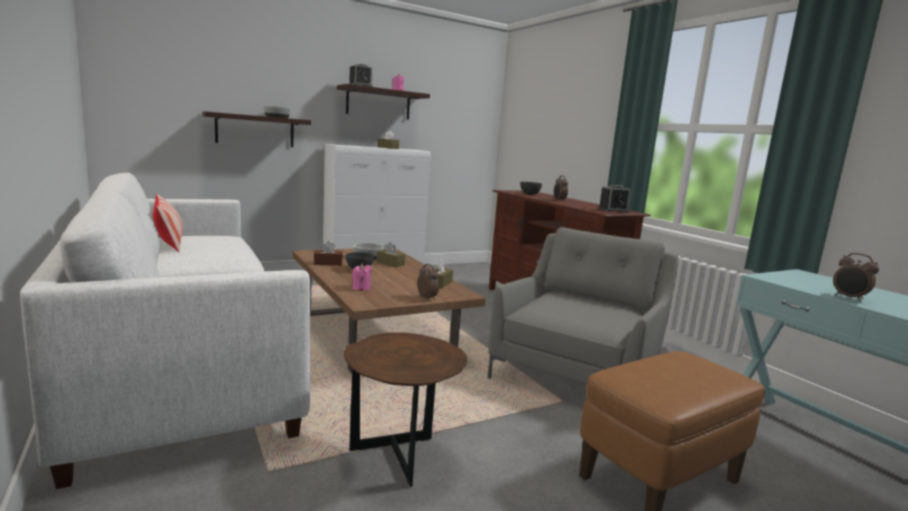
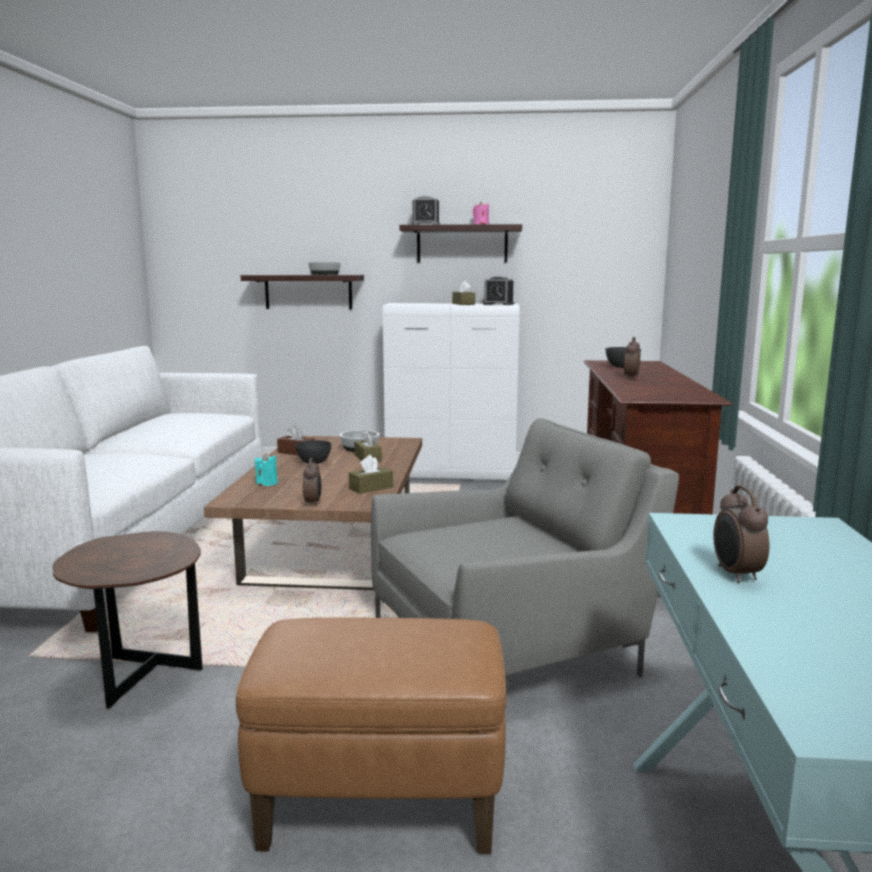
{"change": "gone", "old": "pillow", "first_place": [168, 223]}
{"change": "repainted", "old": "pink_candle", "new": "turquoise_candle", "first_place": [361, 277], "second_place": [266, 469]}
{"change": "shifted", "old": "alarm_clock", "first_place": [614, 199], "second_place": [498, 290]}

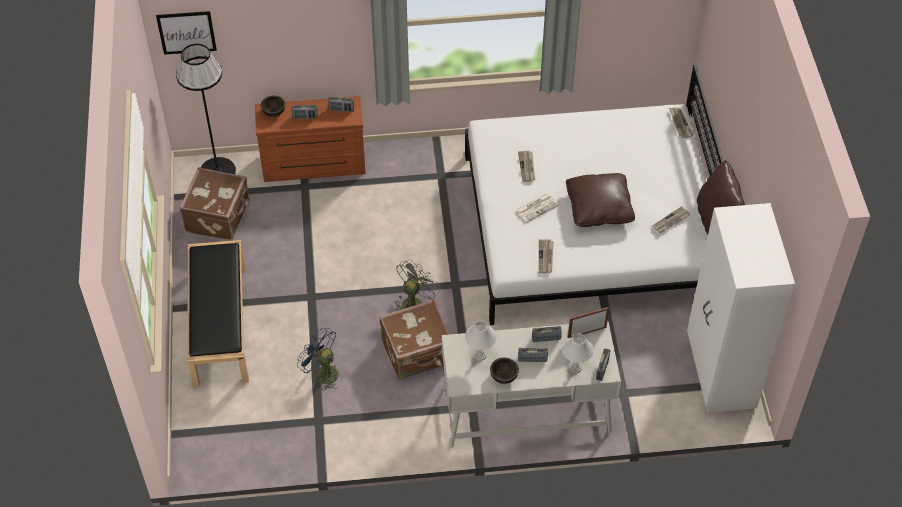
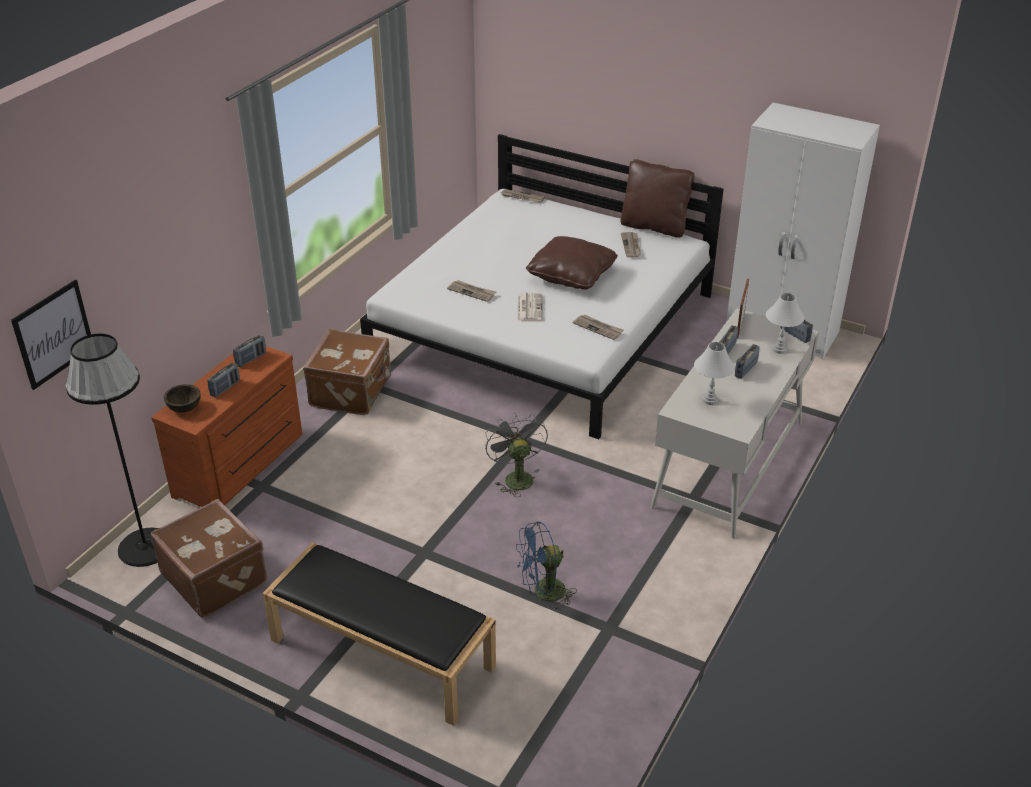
{"change": "shifted", "old": "brown_suitcase", "first_place": [414, 340], "second_place": [347, 372]}
{"change": "gone", "old": "brown_bowl", "first_place": [504, 370]}

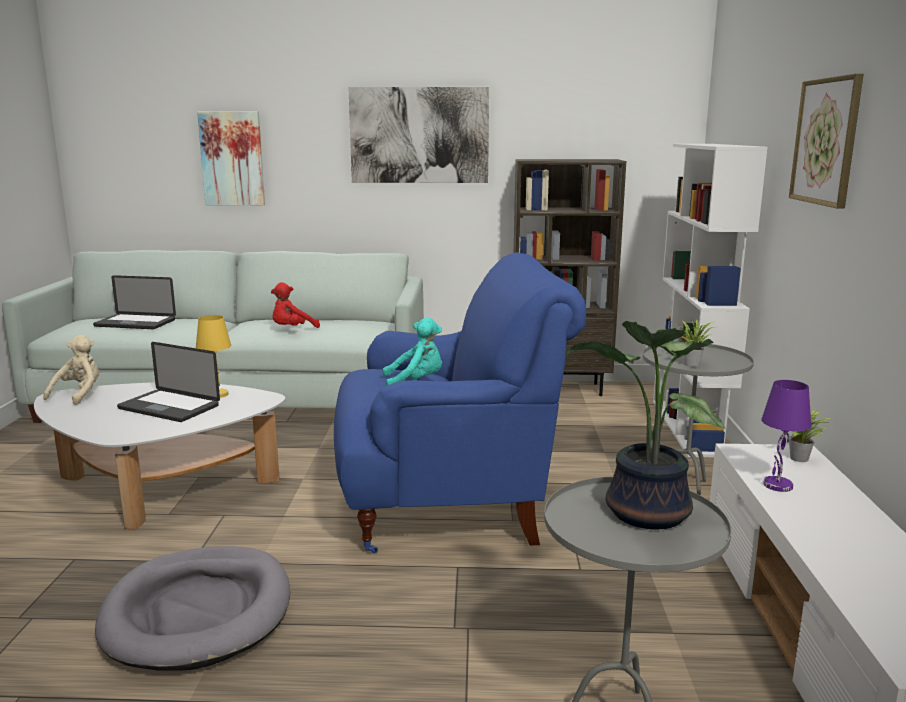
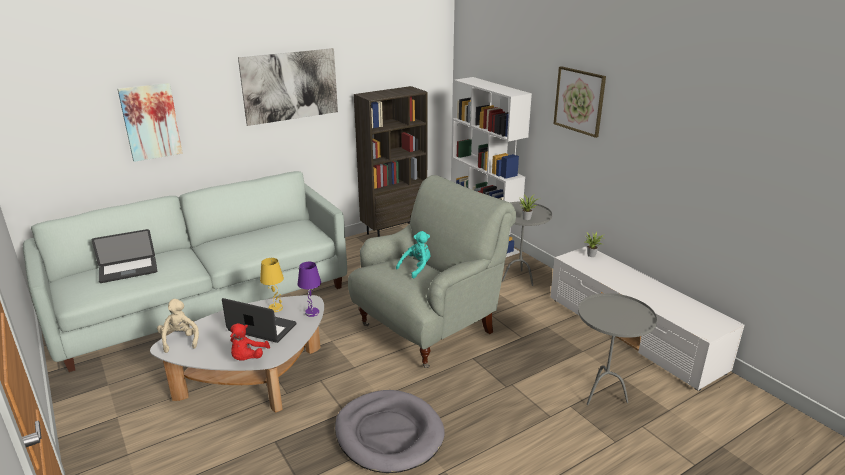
{"change": "rotated", "old": "laptop", "first_place": [168, 382], "second_place": [259, 320], "degrees": -150}
{"change": "shifted", "old": "red_plush_toy", "first_place": [295, 305], "second_place": [250, 341]}
{"change": "repainted", "old": "blue_armchair", "new": "grey_armchair", "first_place": [460, 403], "second_place": [432, 271]}
{"change": "gone", "old": "potted_plant", "first_place": [646, 425]}
{"change": "shifted", "old": "purple_table_lamp", "first_place": [786, 436], "second_place": [309, 289]}

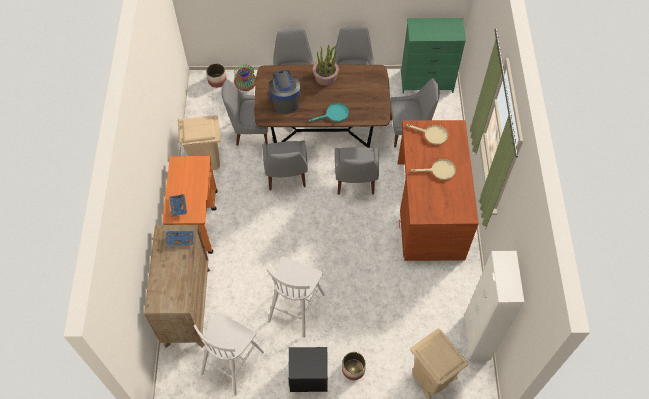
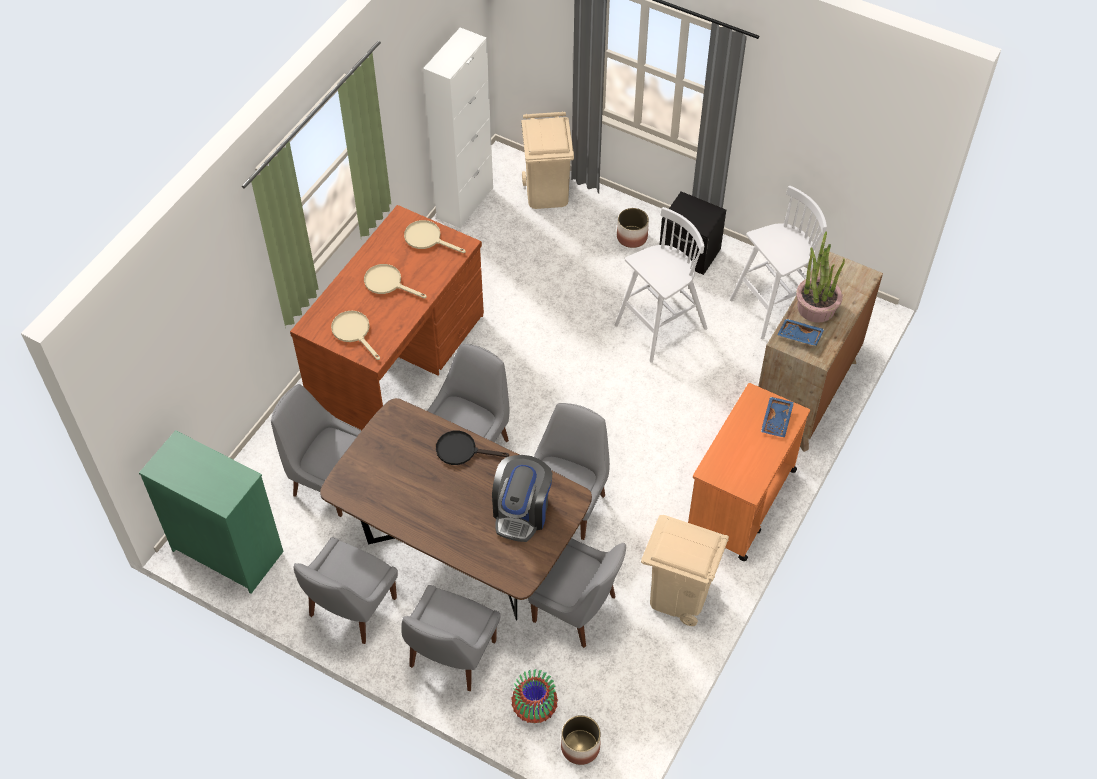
{"change": "repainted", "old": "turquoise_frying_pan", "new": "black_frying_pan", "first_place": [329, 112], "second_place": [472, 448]}
{"change": "shifted", "old": "potted_plant", "first_place": [325, 65], "second_place": [820, 277]}
{"change": "new", "new": "beige_frying_pan", "second_place": [435, 236]}

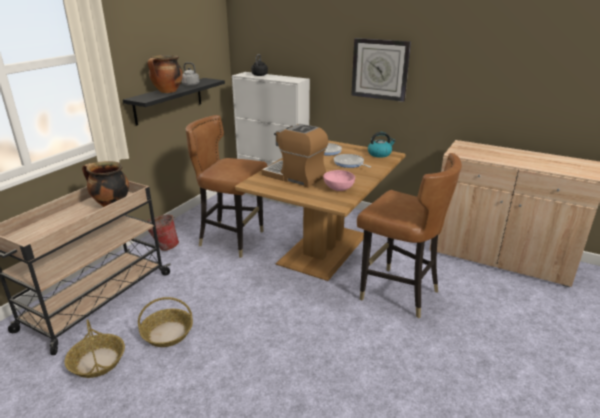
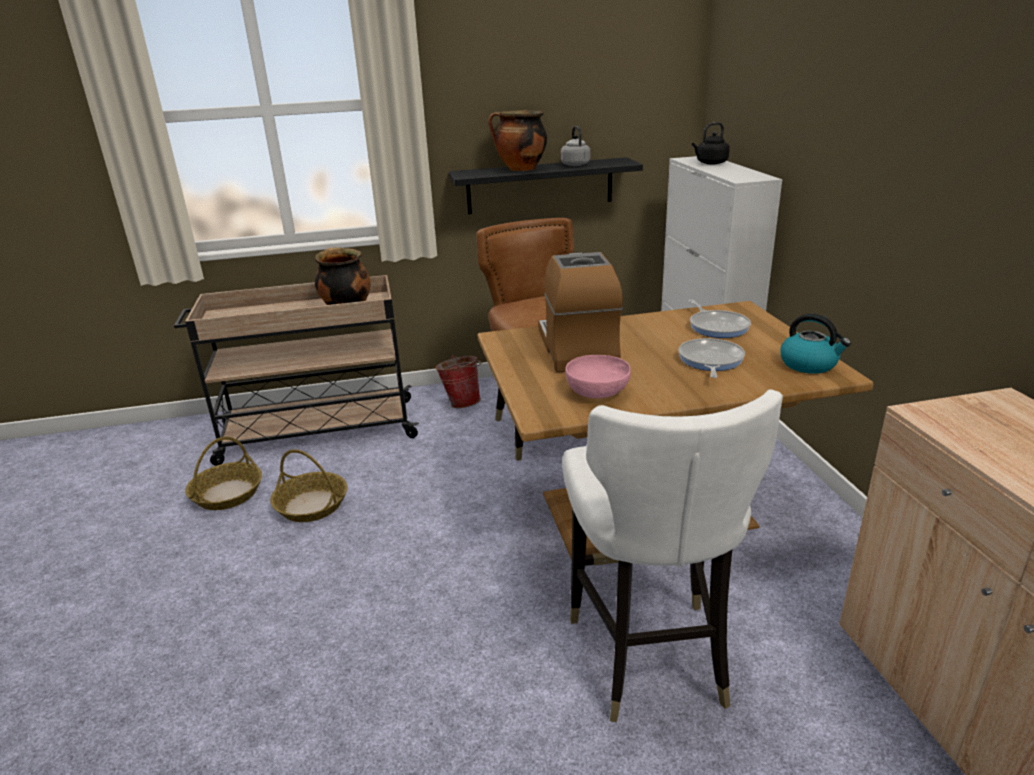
{"change": "gone", "old": "wall_clock", "first_place": [381, 70]}
{"change": "repainted", "old": "brown_chair", "new": "white_chair", "first_place": [409, 235], "second_place": [672, 556]}

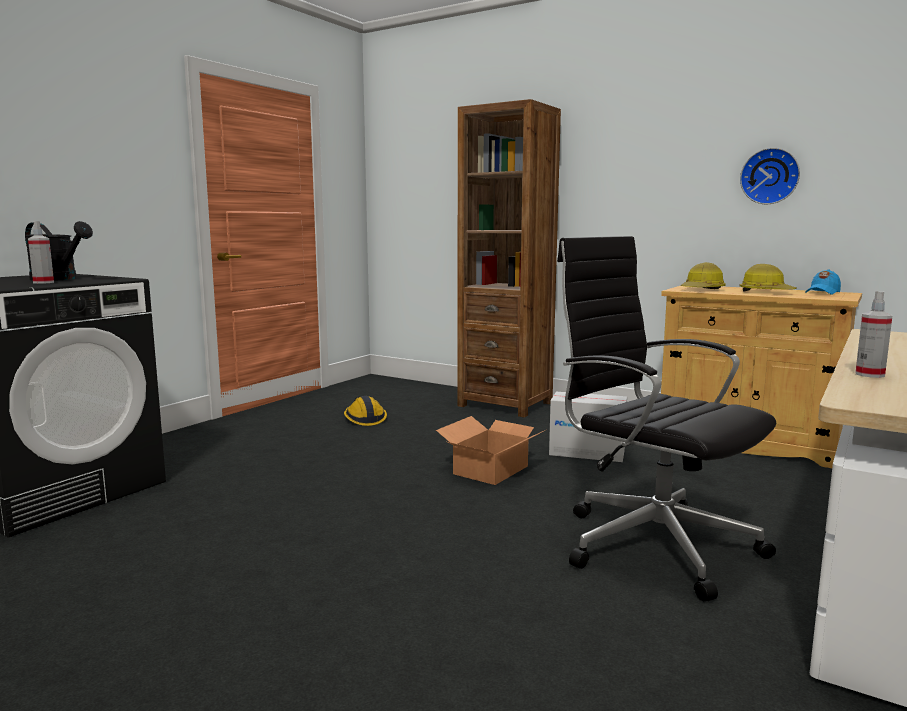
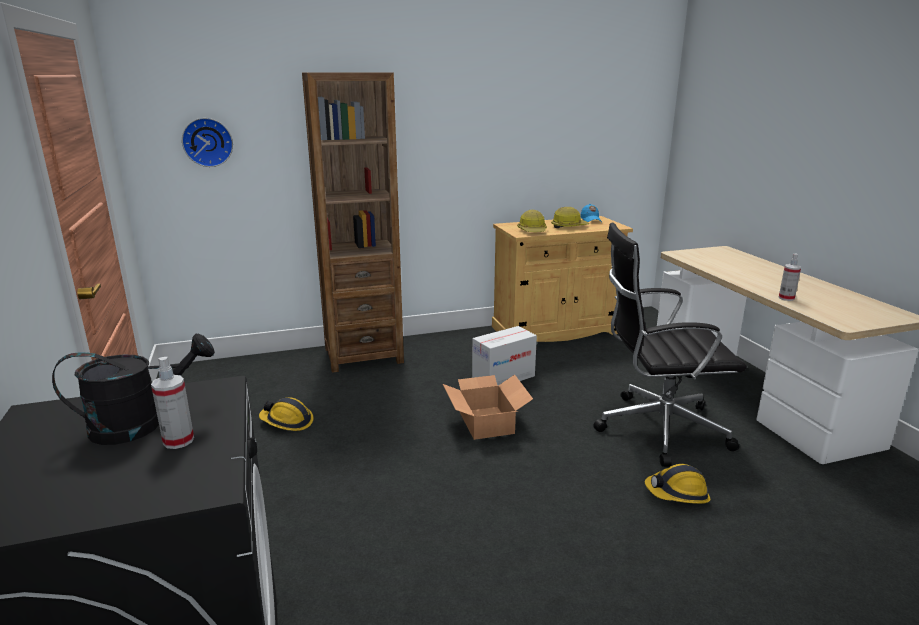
{"change": "shifted", "old": "wall_clock", "first_place": [770, 176], "second_place": [207, 142]}
{"change": "new", "new": "hard_hat", "second_place": [678, 484]}

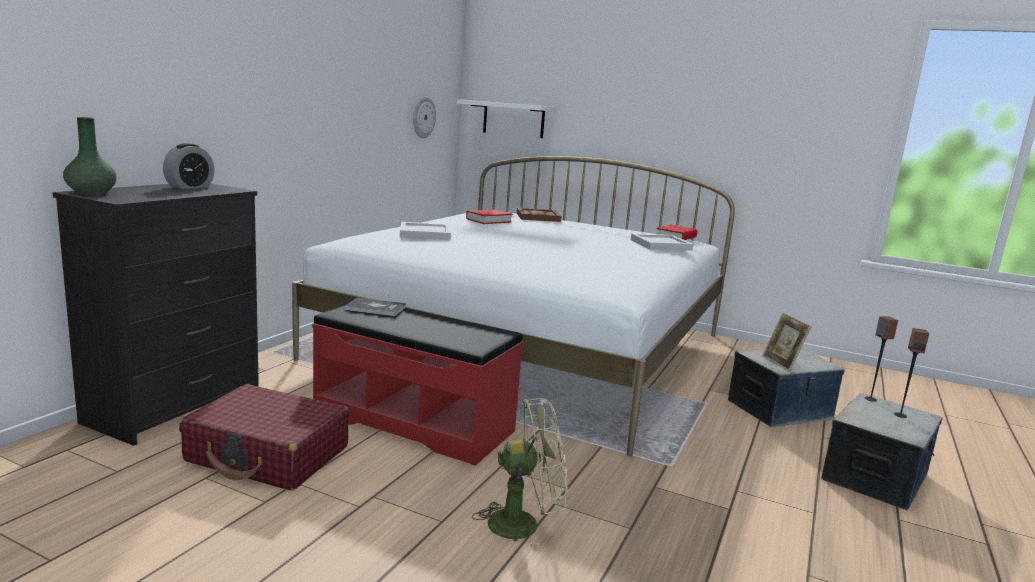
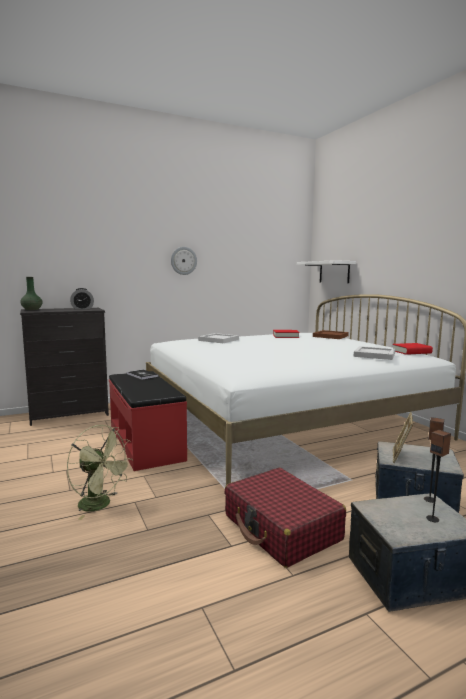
{"change": "shifted", "old": "red_suitcase", "first_place": [264, 437], "second_place": [285, 518]}
{"change": "shifted", "old": "wall_clock", "first_place": [424, 117], "second_place": [184, 261]}

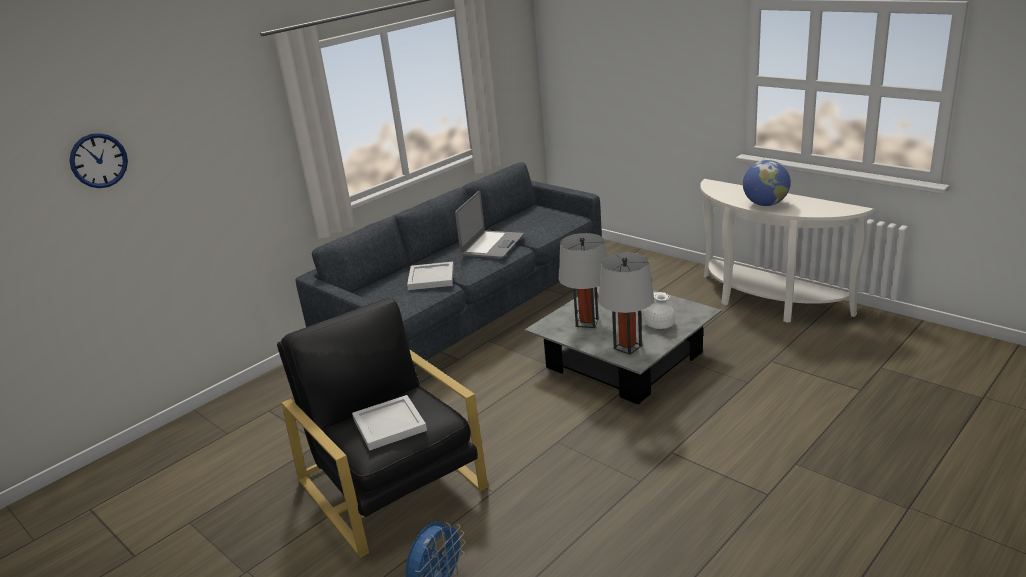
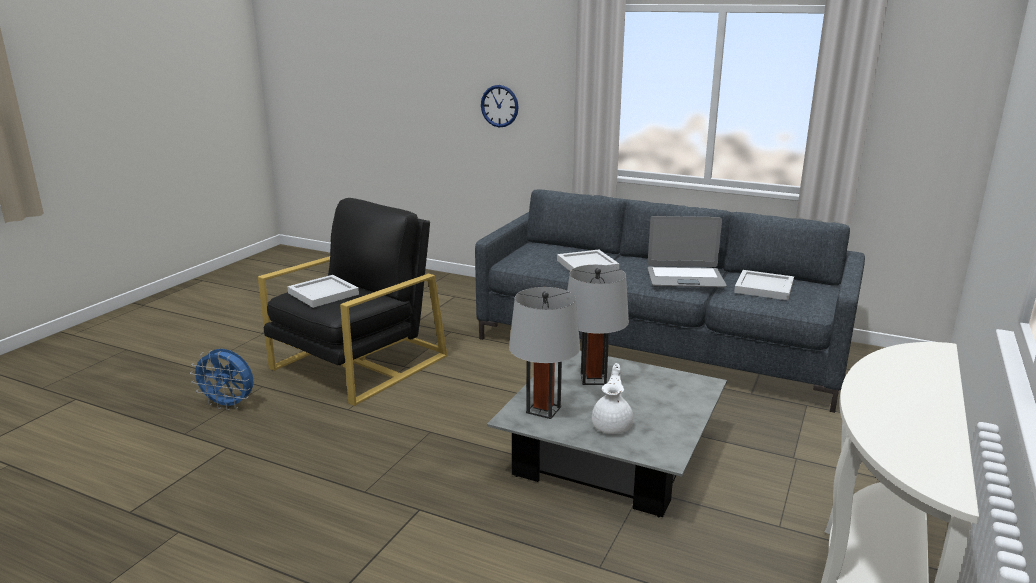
{"change": "shifted", "old": "wall_clock", "first_place": [99, 160], "second_place": [500, 106]}
{"change": "gone", "old": "globe", "first_place": [767, 183]}
{"change": "new", "new": "white_tray", "second_place": [764, 285]}

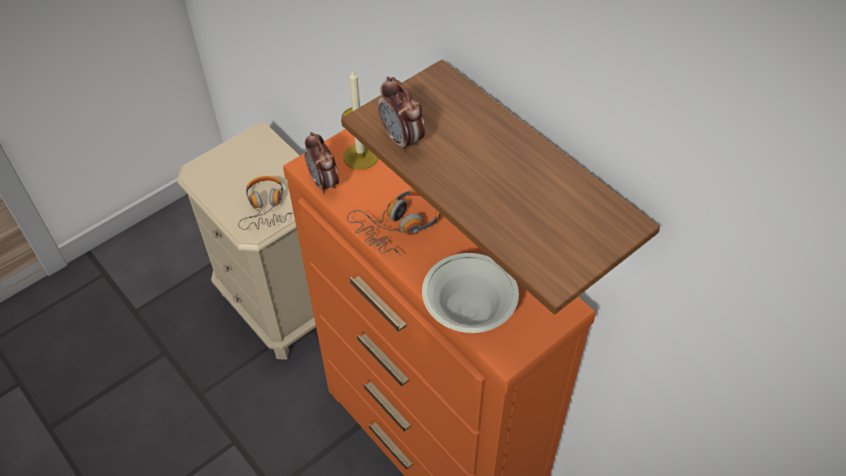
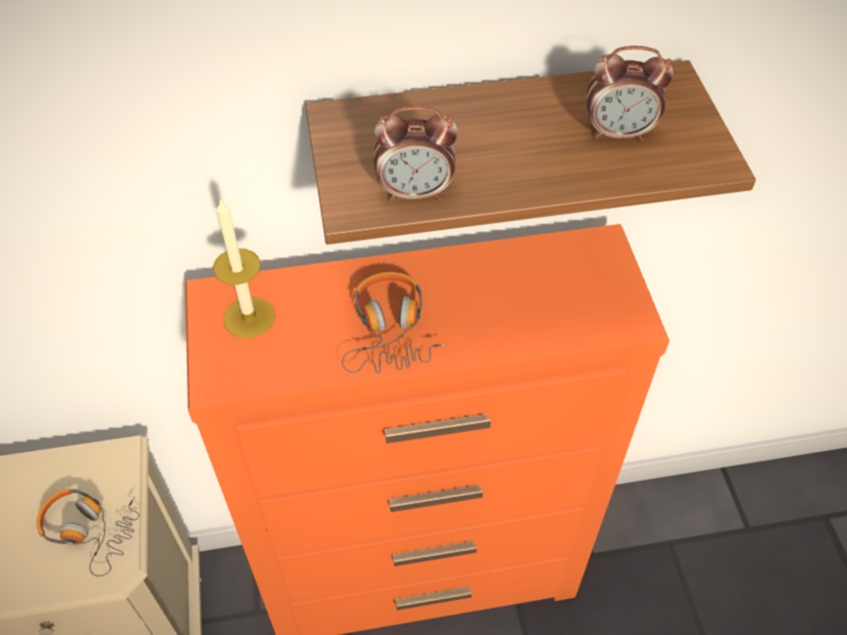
{"change": "shifted", "old": "alarm_clock", "first_place": [321, 163], "second_place": [630, 93]}
{"change": "gone", "old": "white_bowl", "first_place": [470, 293]}

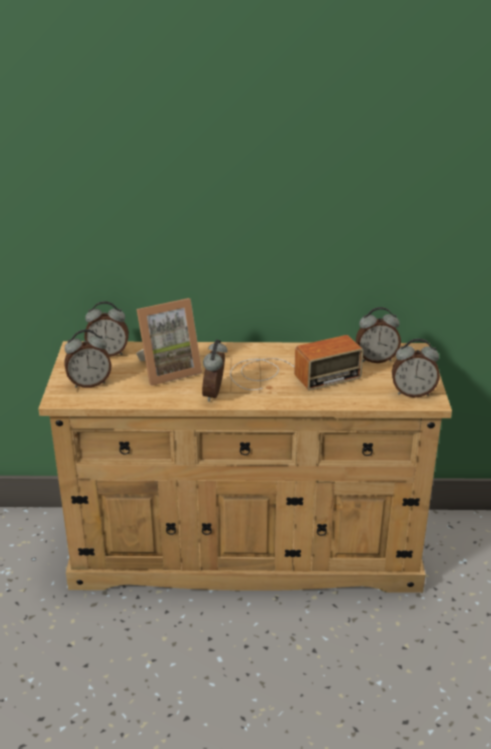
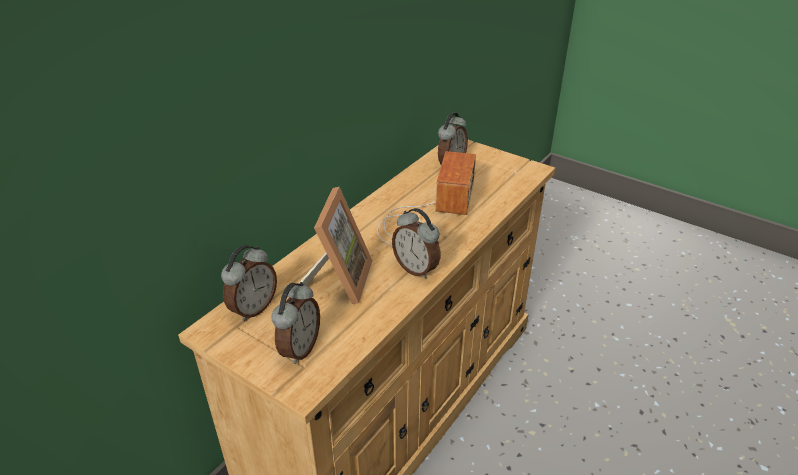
{"change": "gone", "old": "alarm_clock", "first_place": [416, 368]}

